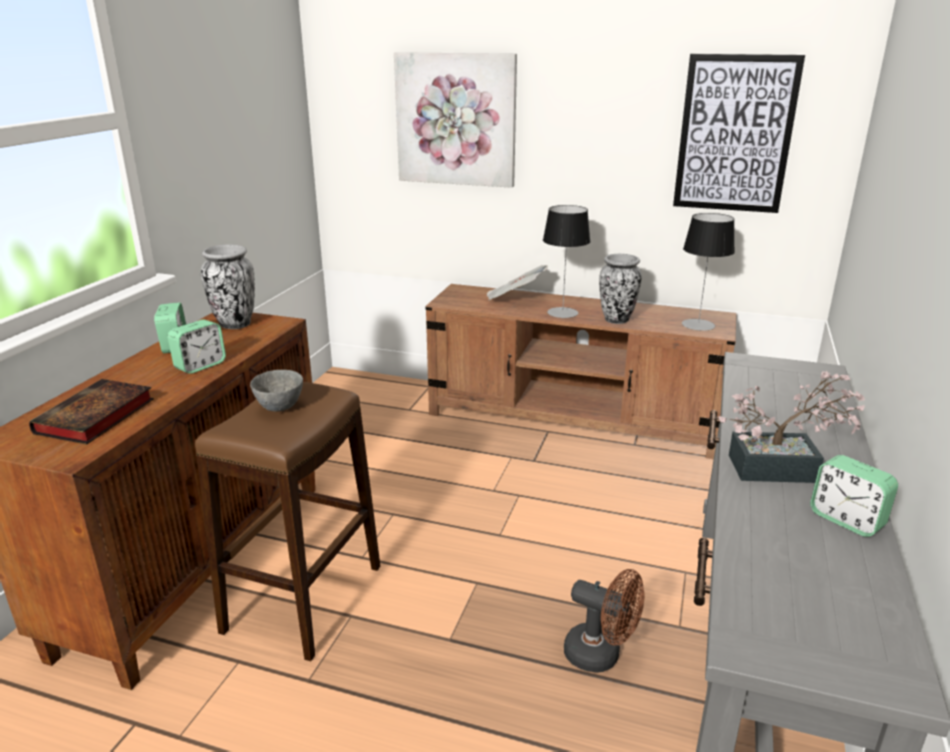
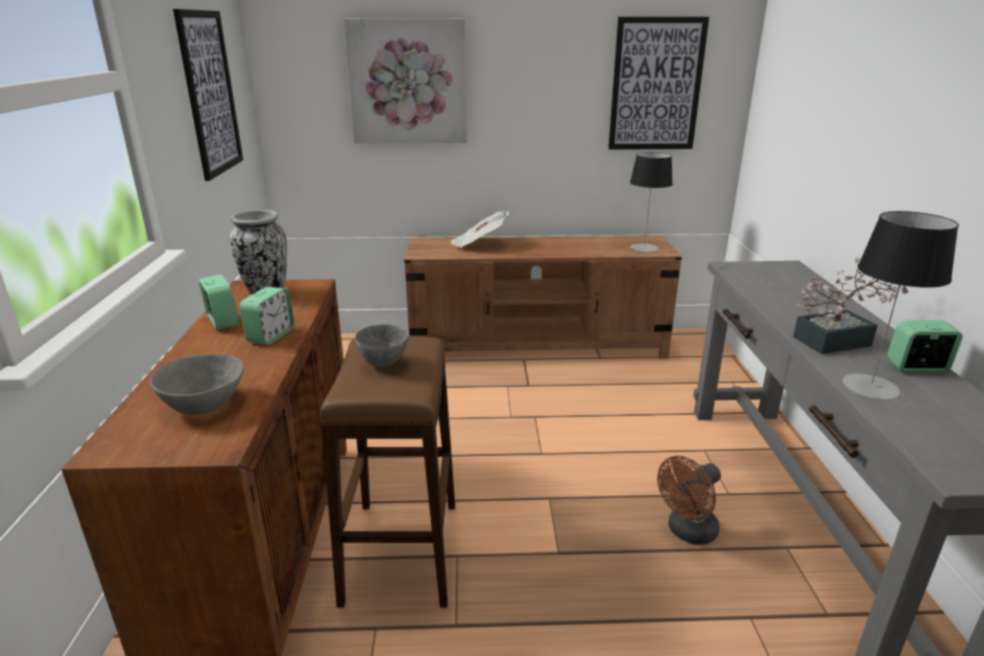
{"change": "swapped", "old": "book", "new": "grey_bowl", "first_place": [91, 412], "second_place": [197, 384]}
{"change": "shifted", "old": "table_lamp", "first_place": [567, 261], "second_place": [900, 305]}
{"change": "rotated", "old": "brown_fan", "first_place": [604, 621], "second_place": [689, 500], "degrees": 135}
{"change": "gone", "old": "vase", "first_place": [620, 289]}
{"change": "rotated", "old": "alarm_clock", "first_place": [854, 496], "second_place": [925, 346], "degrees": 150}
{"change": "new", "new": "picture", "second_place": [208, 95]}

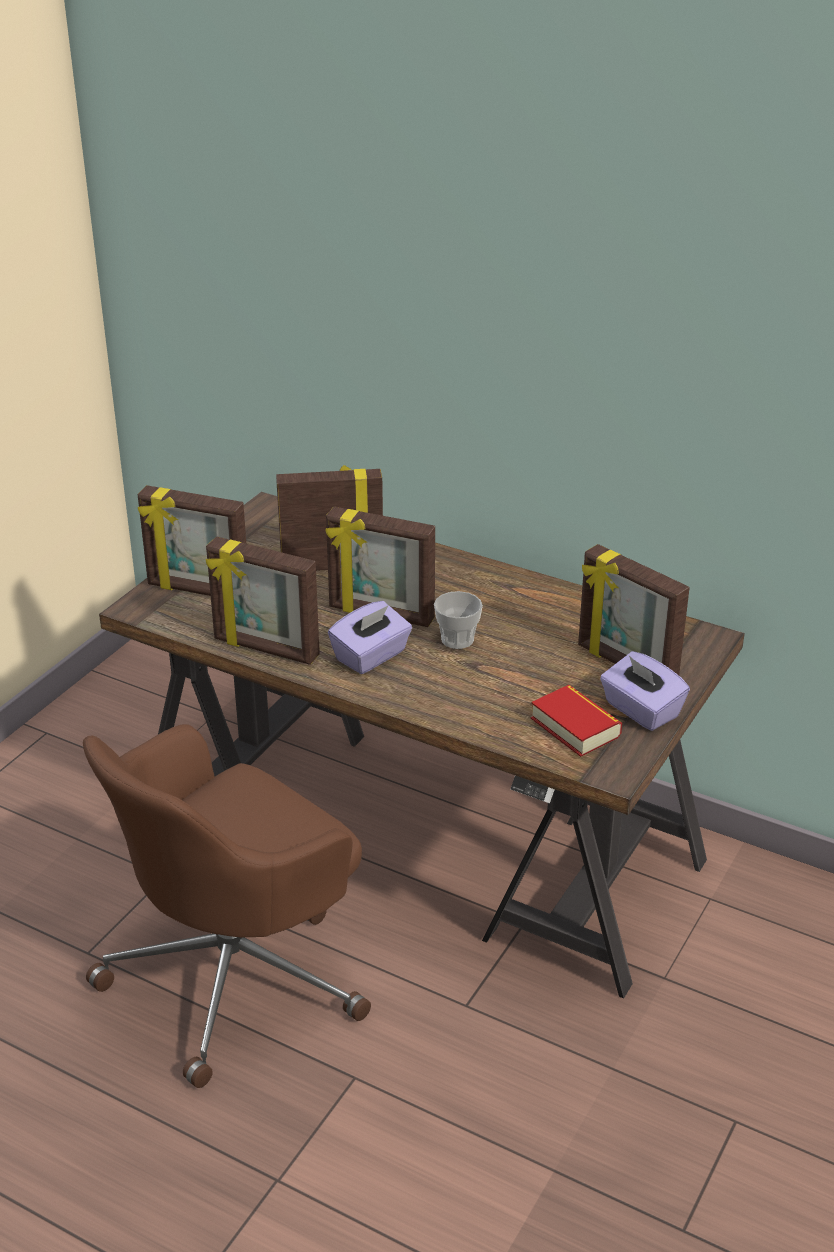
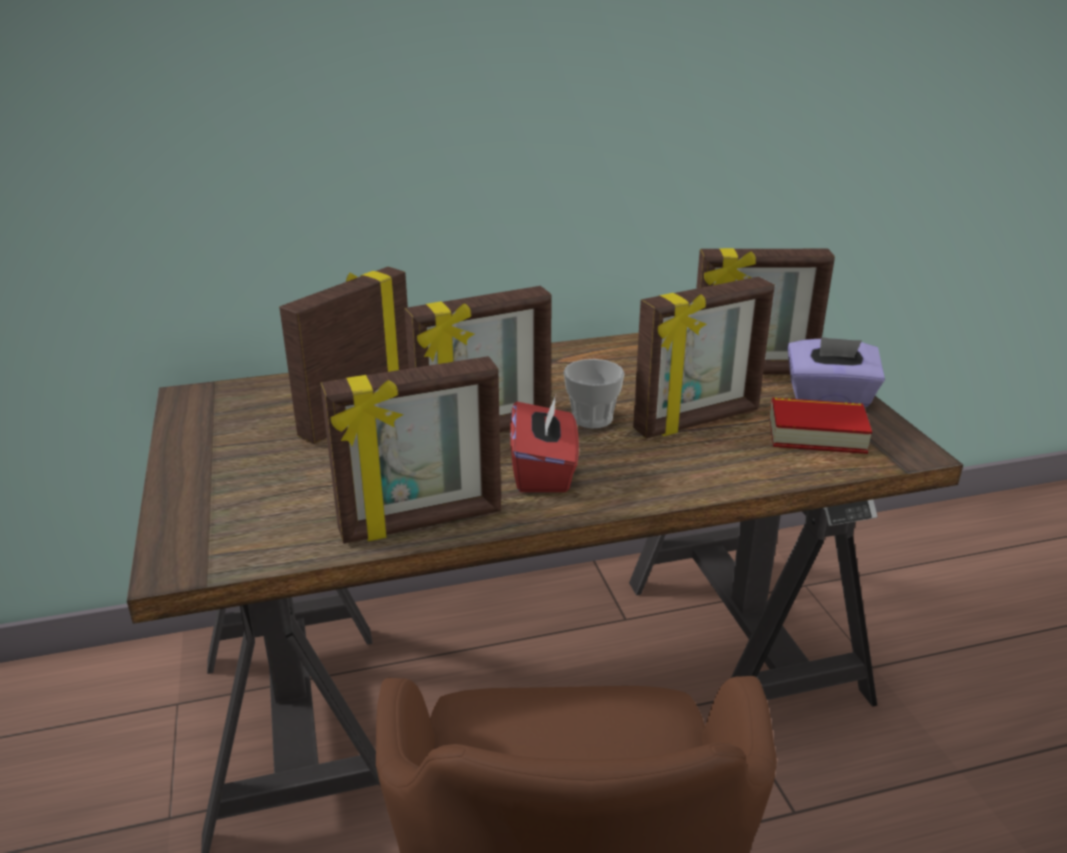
{"change": "shifted", "old": "picture_frame", "first_place": [192, 540], "second_place": [704, 357]}
{"change": "repainted", "old": "purple_tissue_box", "new": "red_tissue_box", "first_place": [370, 637], "second_place": [544, 442]}

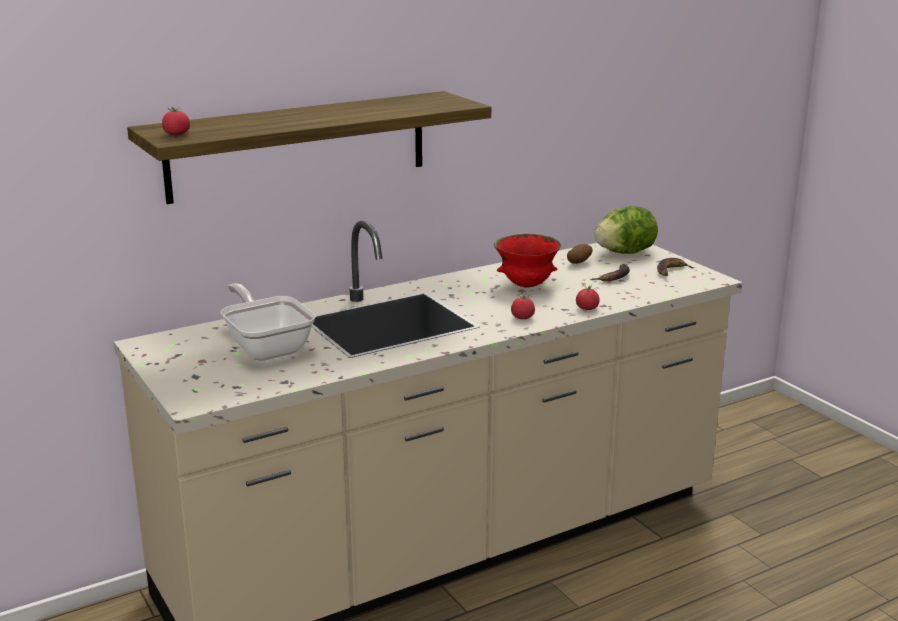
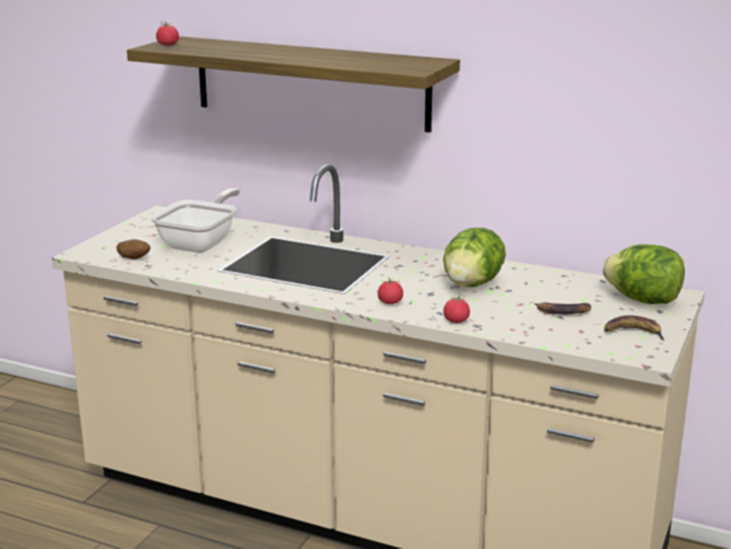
{"change": "swapped", "old": "red_bowl", "new": "lettuce", "first_place": [527, 260], "second_place": [474, 257]}
{"change": "shifted", "old": "potato", "first_place": [580, 254], "second_place": [133, 249]}

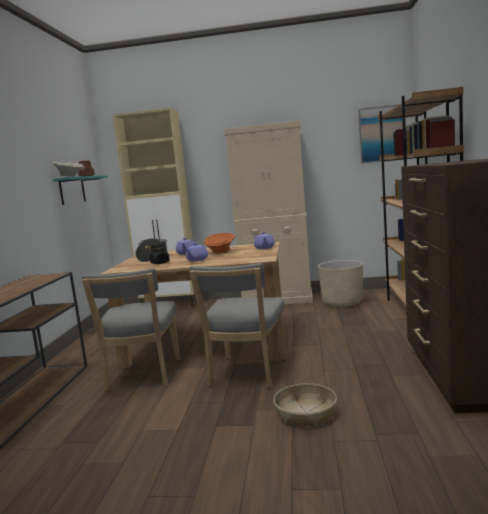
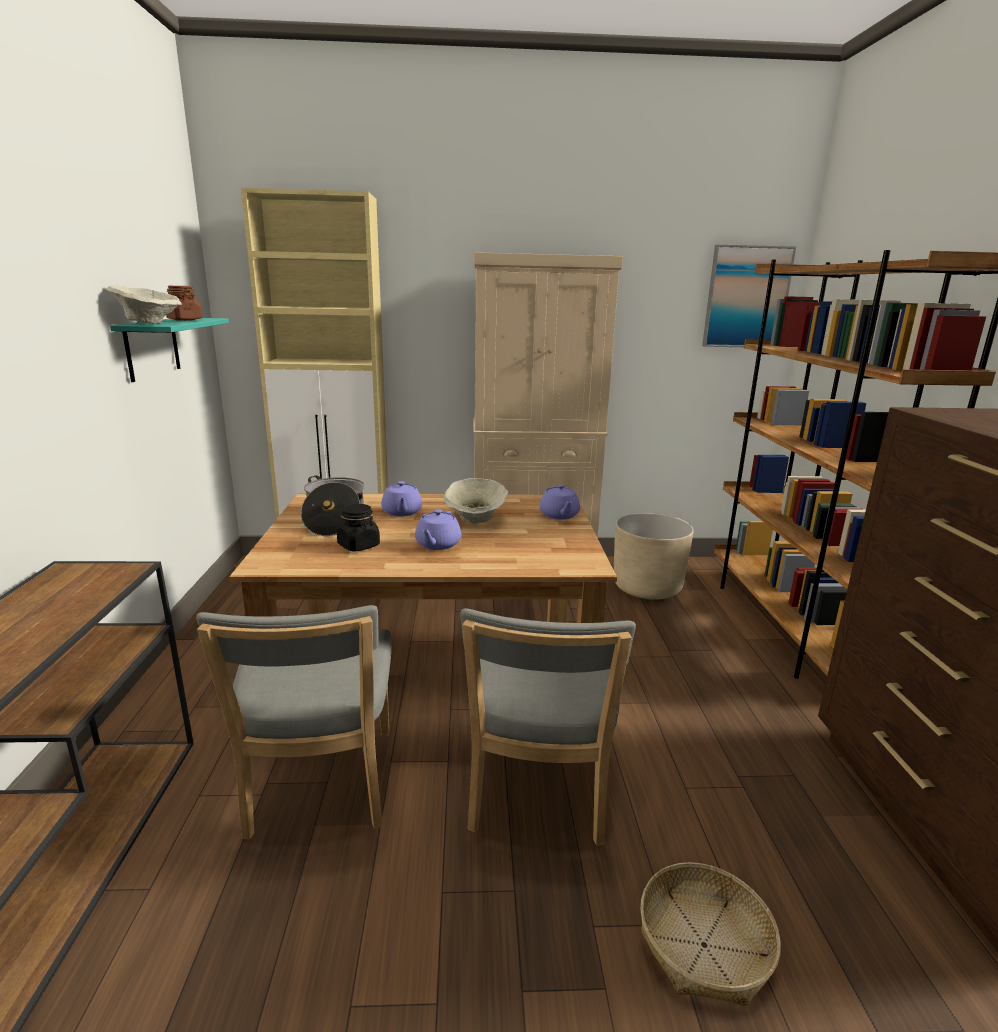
{"change": "repainted", "old": "orange_bowl", "new": "beige_bowl", "first_place": [219, 243], "second_place": [475, 501]}

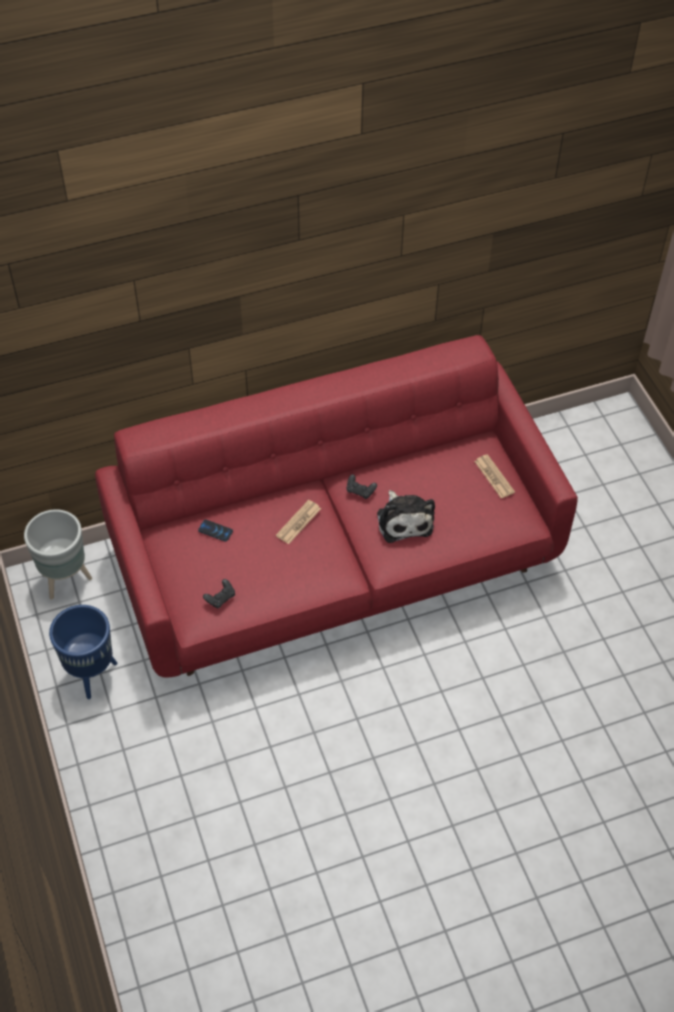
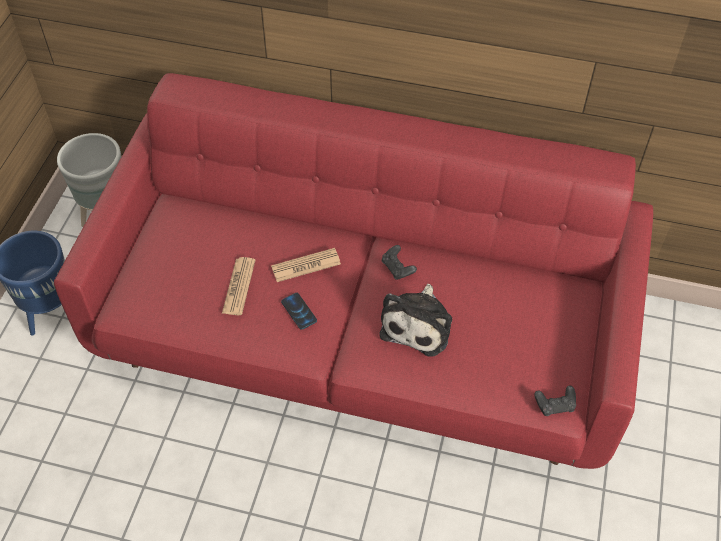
{"change": "shifted", "old": "phone", "first_place": [215, 530], "second_place": [299, 311]}
{"change": "shifted", "old": "black_game_controller", "first_place": [219, 594], "second_place": [555, 400]}
{"change": "shifted", "old": "newspaper", "first_place": [494, 476], "second_place": [238, 286]}

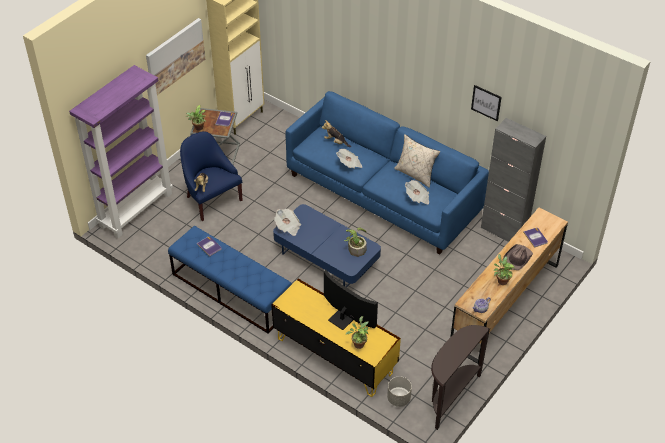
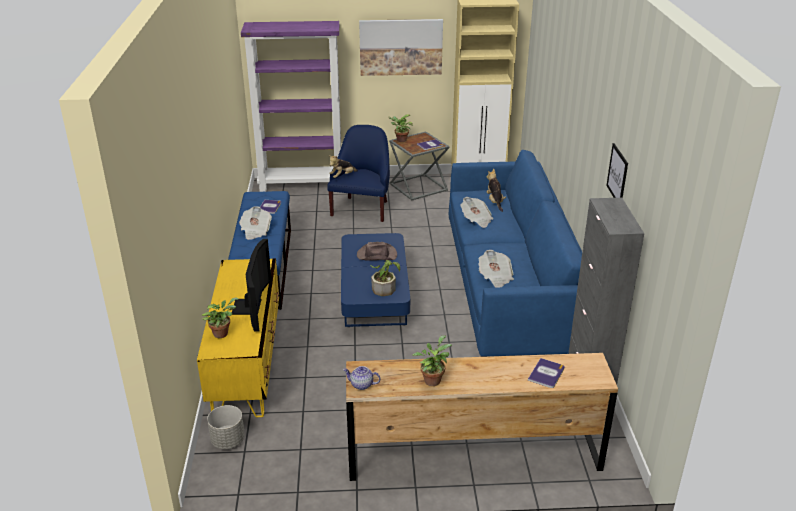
{"change": "shifted", "old": "newspaper", "first_place": [287, 222], "second_place": [255, 223]}
{"change": "gone", "old": "beige_pillow", "first_place": [417, 161]}
{"change": "gone", "old": "brown_console_table", "first_place": [460, 377]}
{"change": "shifted", "old": "brown_hat", "first_place": [518, 257], "second_place": [377, 251]}

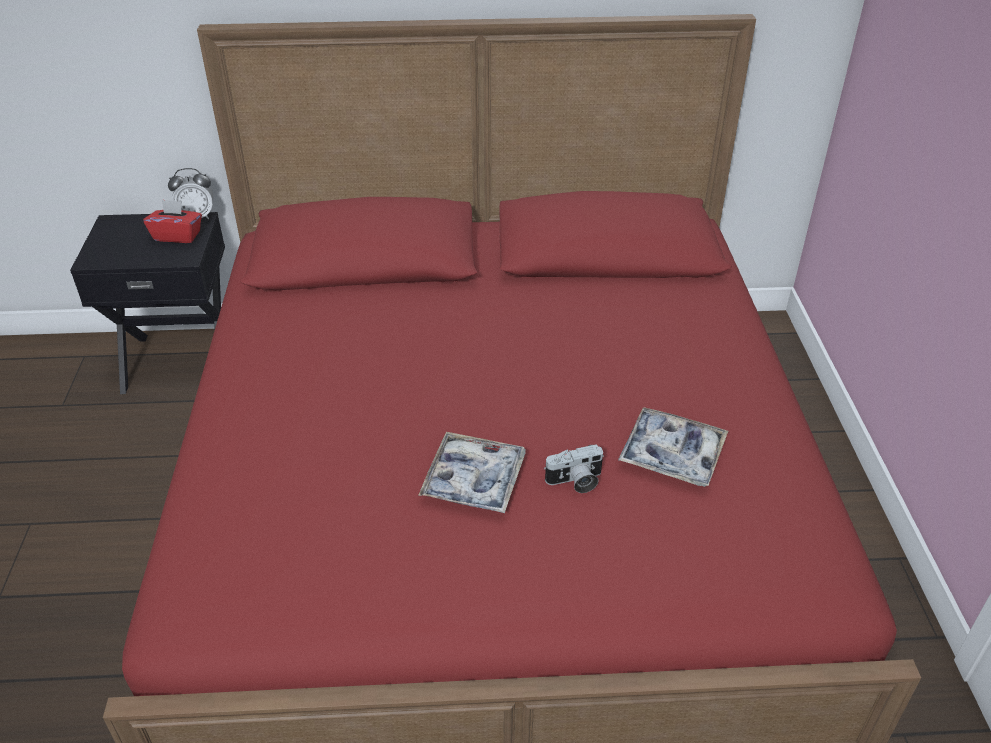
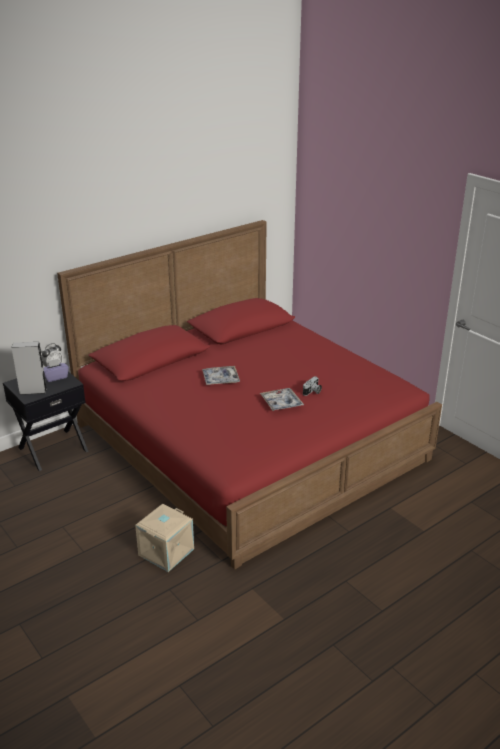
{"change": "repainted", "old": "red_tissue_box", "new": "purple_tissue_box", "first_place": [172, 221], "second_place": [56, 370]}
{"change": "shifted", "old": "tray", "first_place": [673, 447], "second_place": [221, 375]}
{"change": "new", "new": "grey_speaker", "second_place": [29, 368]}
{"change": "new", "new": "beige_storage_box", "second_place": [164, 538]}

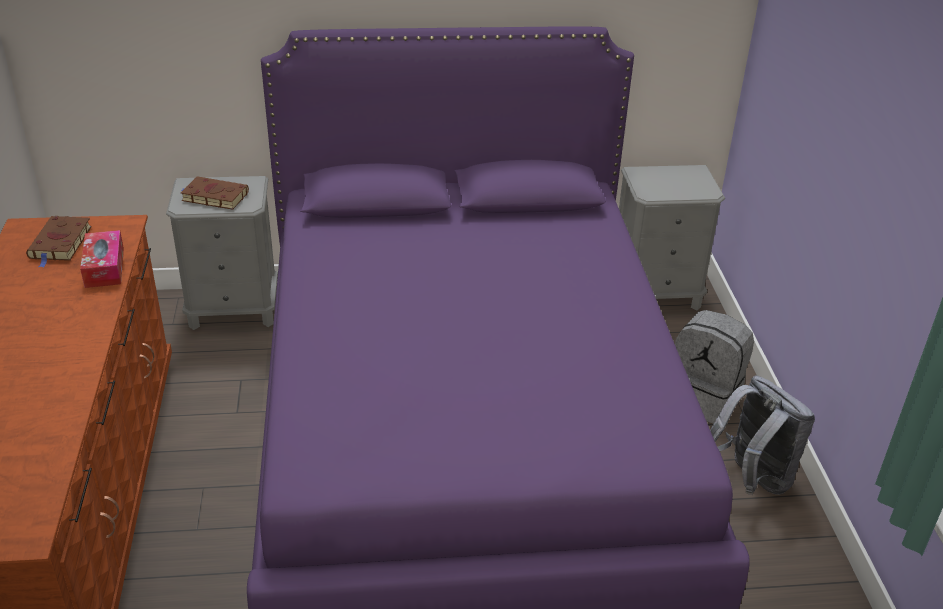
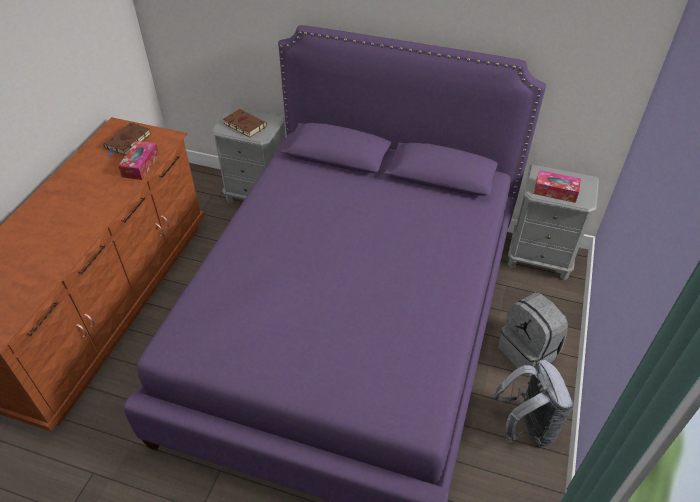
{"change": "new", "new": "tissue_box", "second_place": [557, 186]}

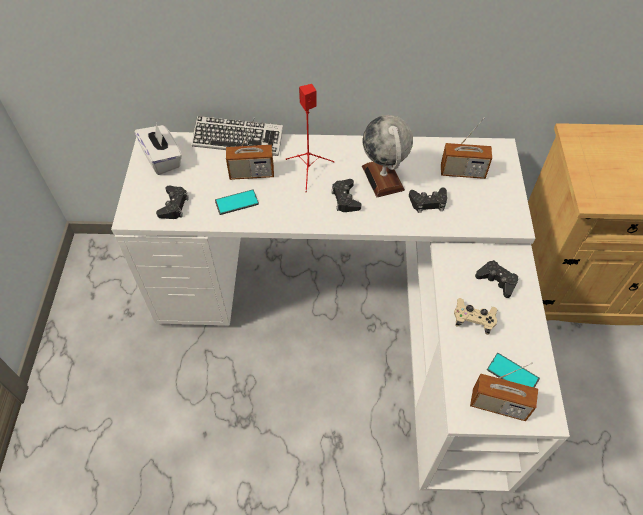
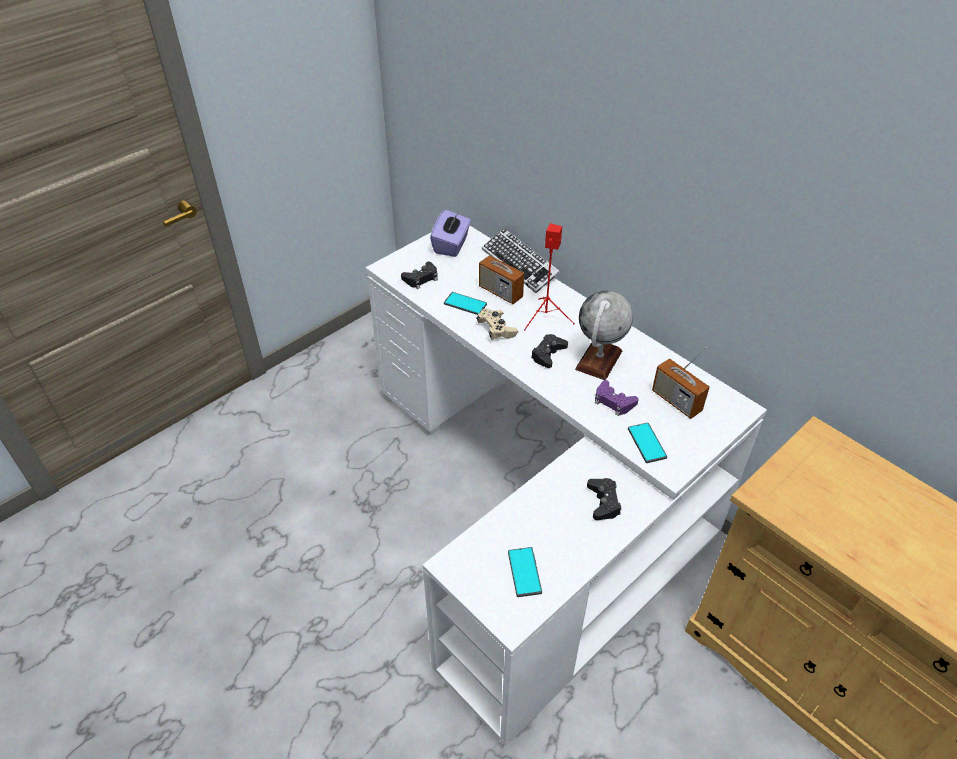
{"change": "repainted", "old": "white_tissue_box", "new": "purple_tissue_box", "first_place": [158, 149], "second_place": [450, 233]}
{"change": "repainted", "old": "black_game_controller", "new": "purple_game_controller", "first_place": [428, 200], "second_place": [617, 398]}
{"change": "shifted", "old": "beige_game_controller", "first_place": [475, 316], "second_place": [497, 324]}
{"change": "gone", "old": "radio", "first_place": [504, 391]}
{"change": "new", "new": "phone", "second_place": [647, 443]}

